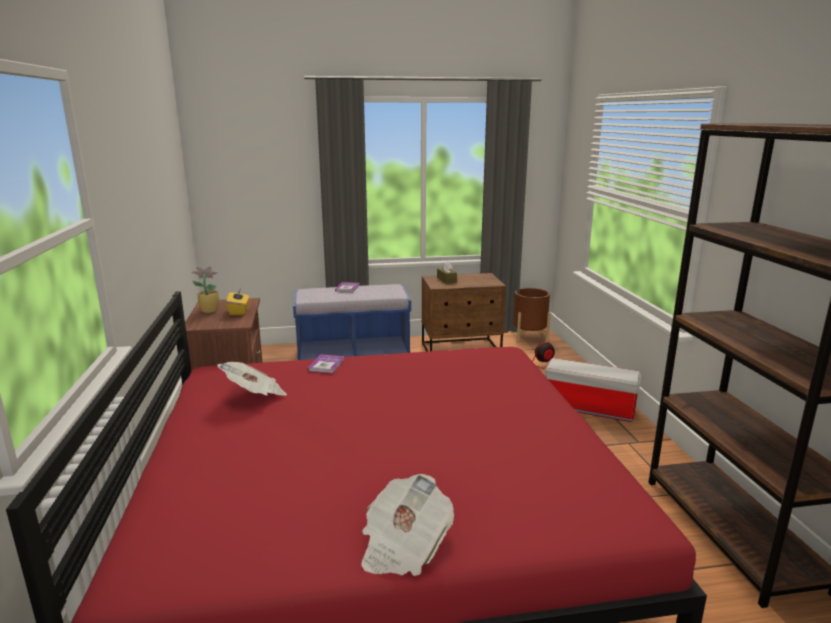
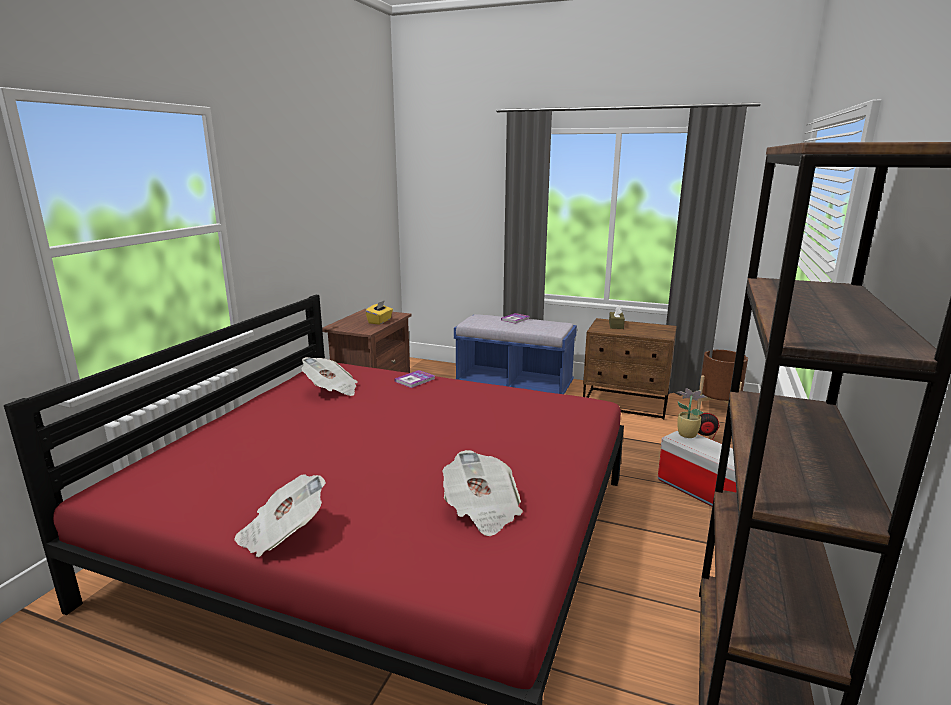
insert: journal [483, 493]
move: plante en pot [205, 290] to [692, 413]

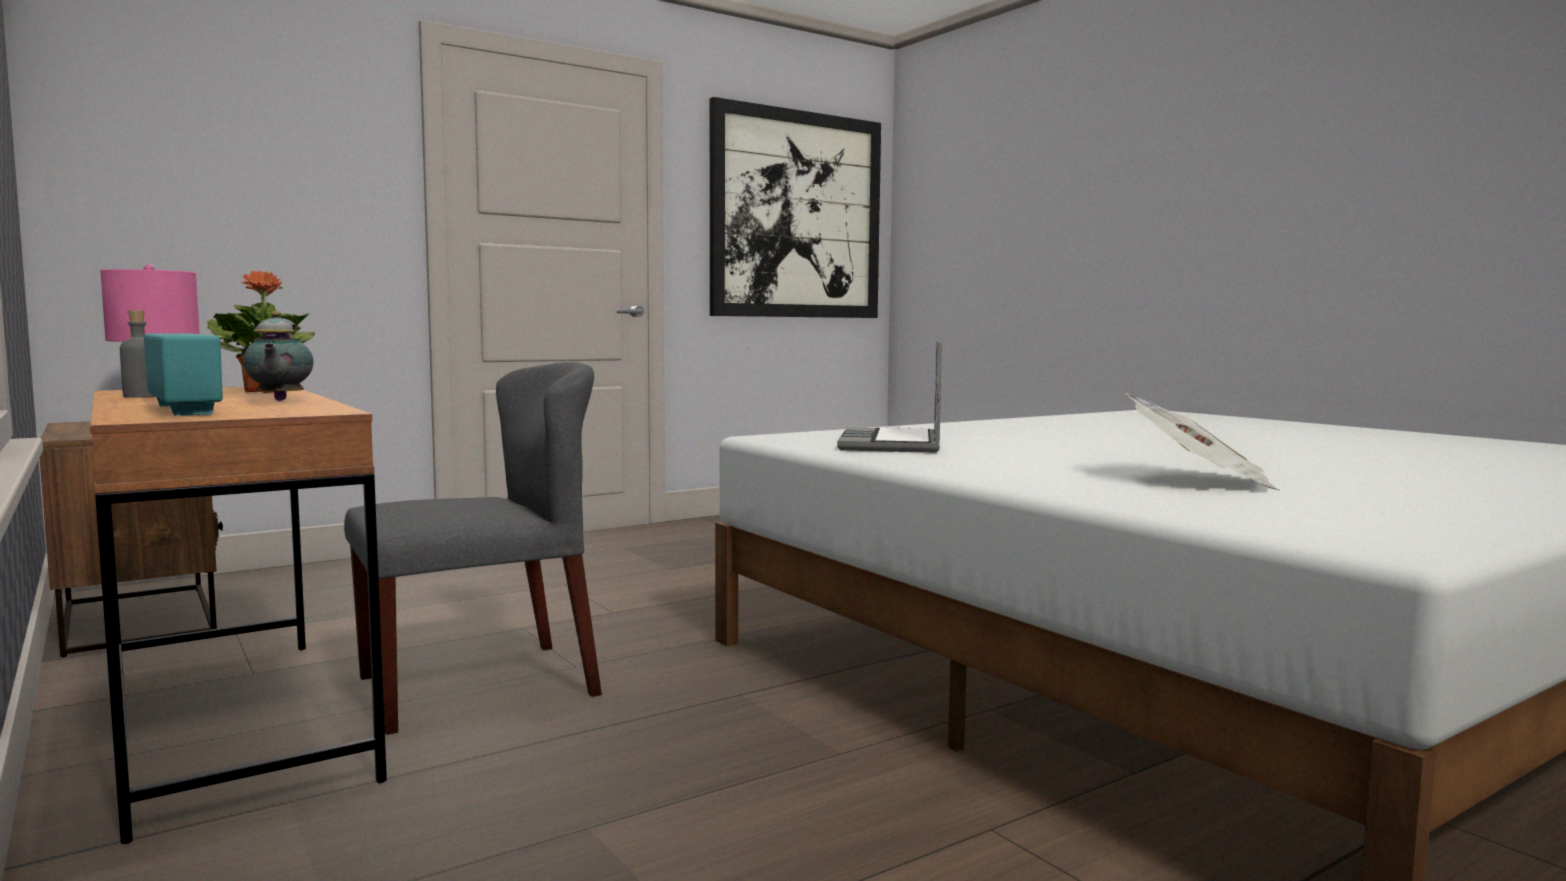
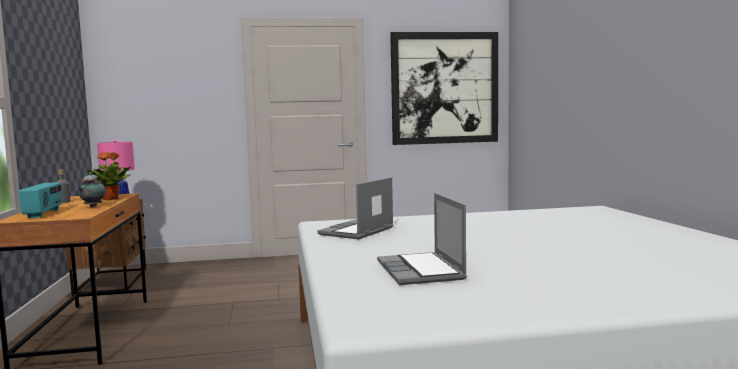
delete: chaise/gris [473, 548]
replace: journal [1203, 442] to ordinateur portable [422, 239]

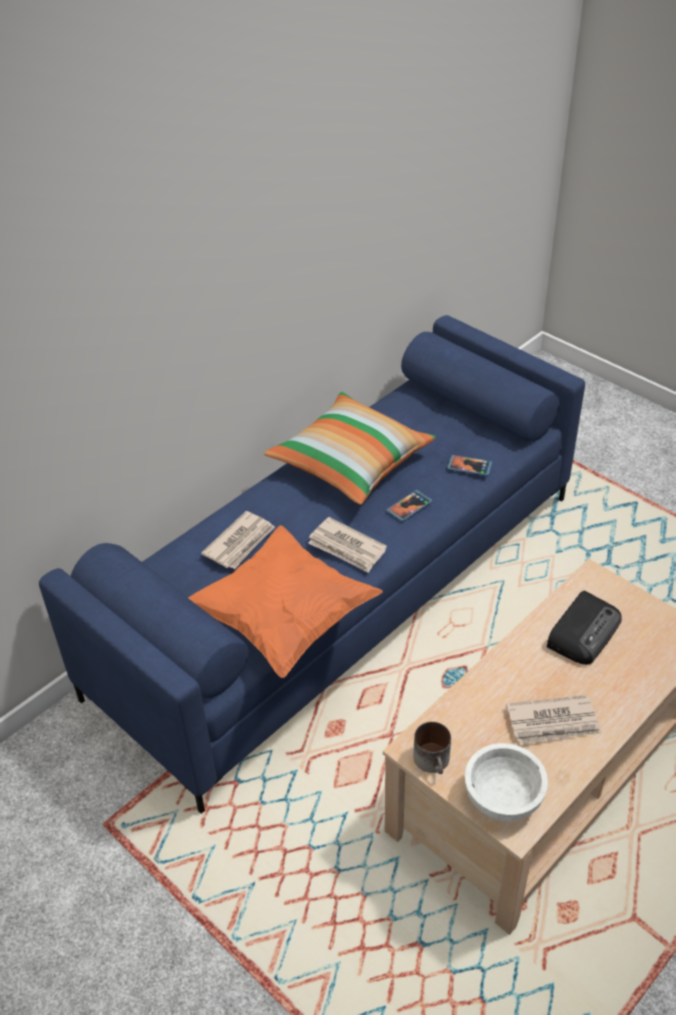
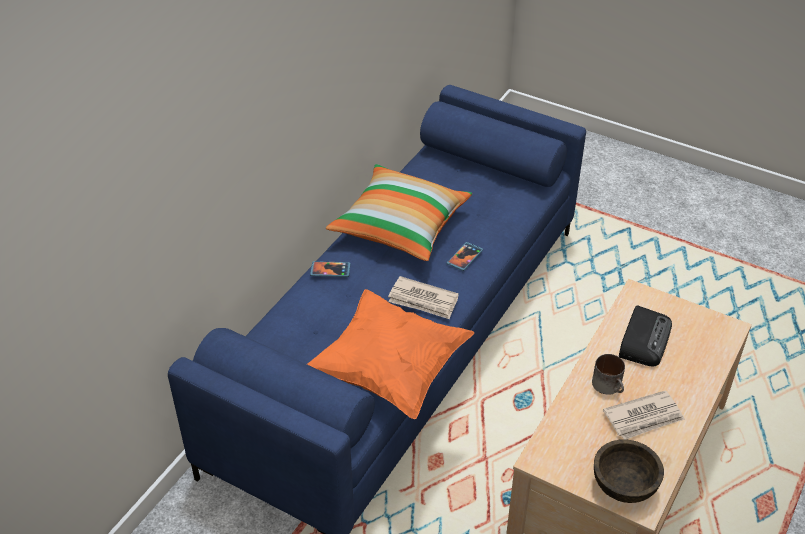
delete: journal [238, 540]
move: mug [432, 748] to [608, 374]; téléphone [469, 465] to [330, 269]
recolor: bol/blanc [506, 782] to bol/marron [629, 471]

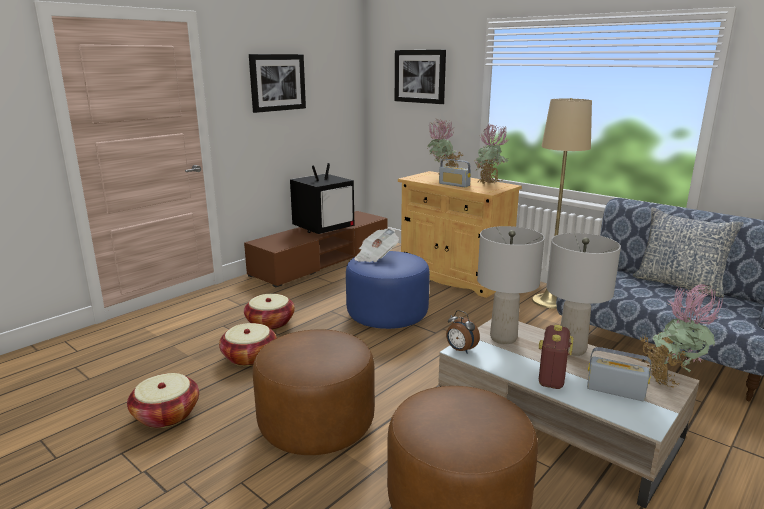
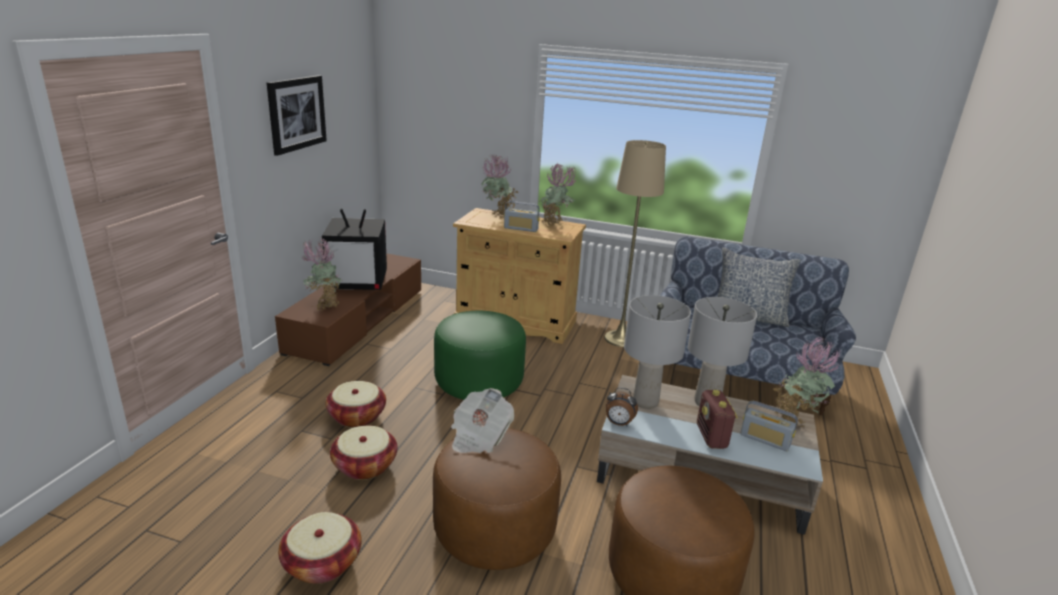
delete: tableau [420, 77]
insert: plante en pot [321, 274]
move: journal [376, 245] to [482, 420]
recolor: pouf/bleu [388, 290] to pouf/vert [480, 355]
rotate: téléviseur [322, 198] = [354, 249] 60 degrees clockwise; radio [619, 374] = [769, 426] 150 degrees counterclockwise

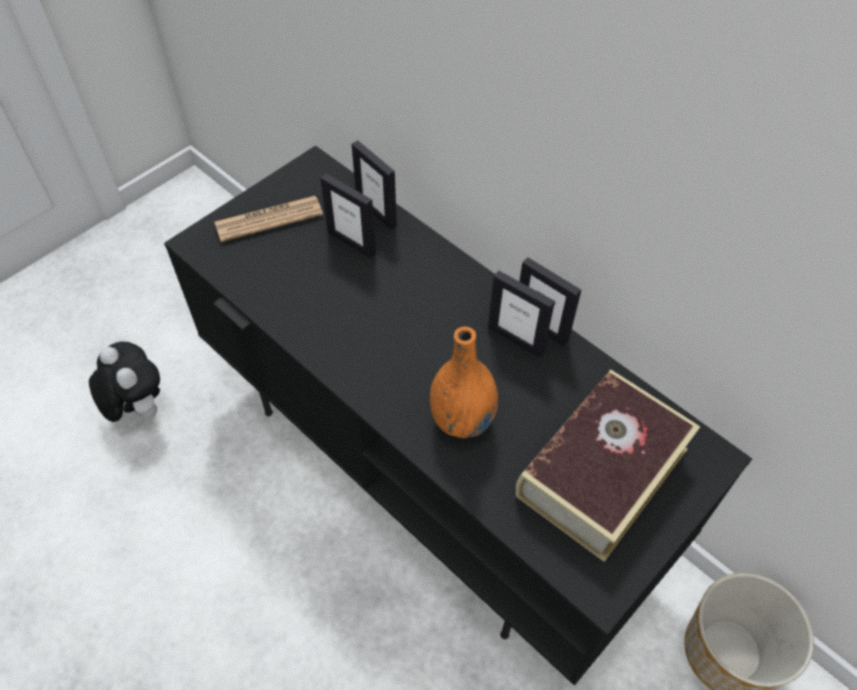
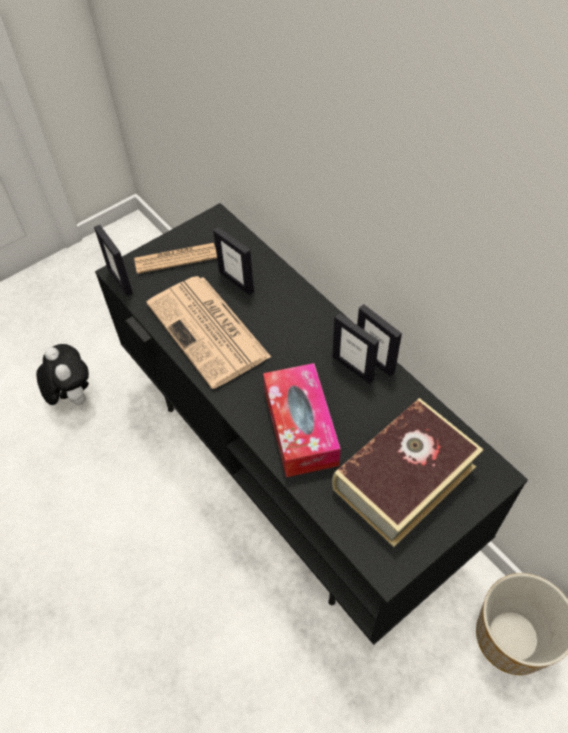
insert: journal [209, 332]
move: cadre photo [374, 185] to [113, 260]
replace: vase/orange [464, 382] to boîte à mouchoirs [302, 420]

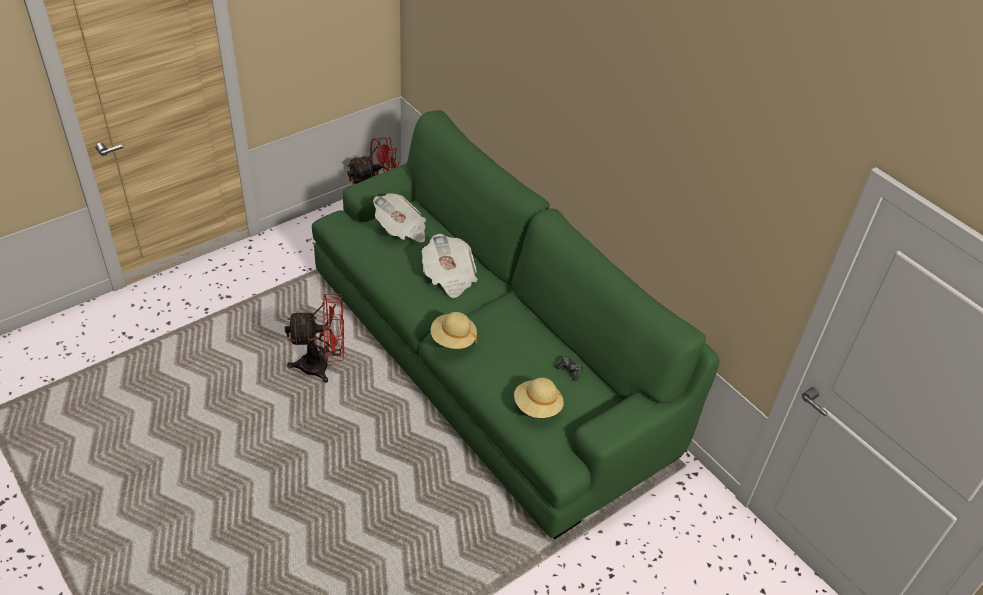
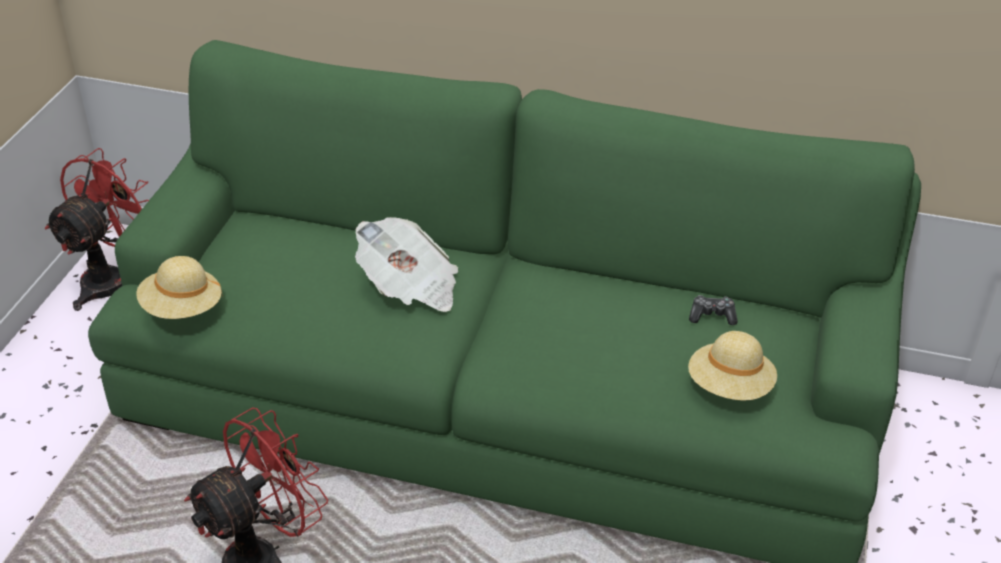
delete: journal [399, 217]
move: chapeau/beige [454, 330] to [179, 287]

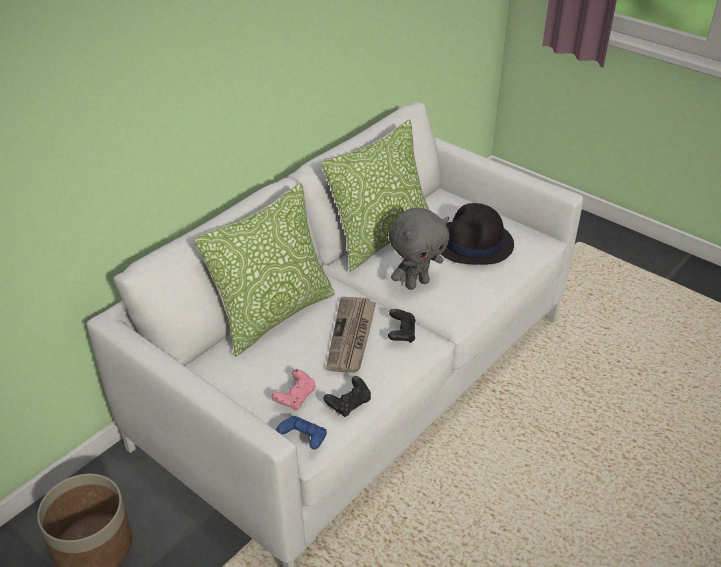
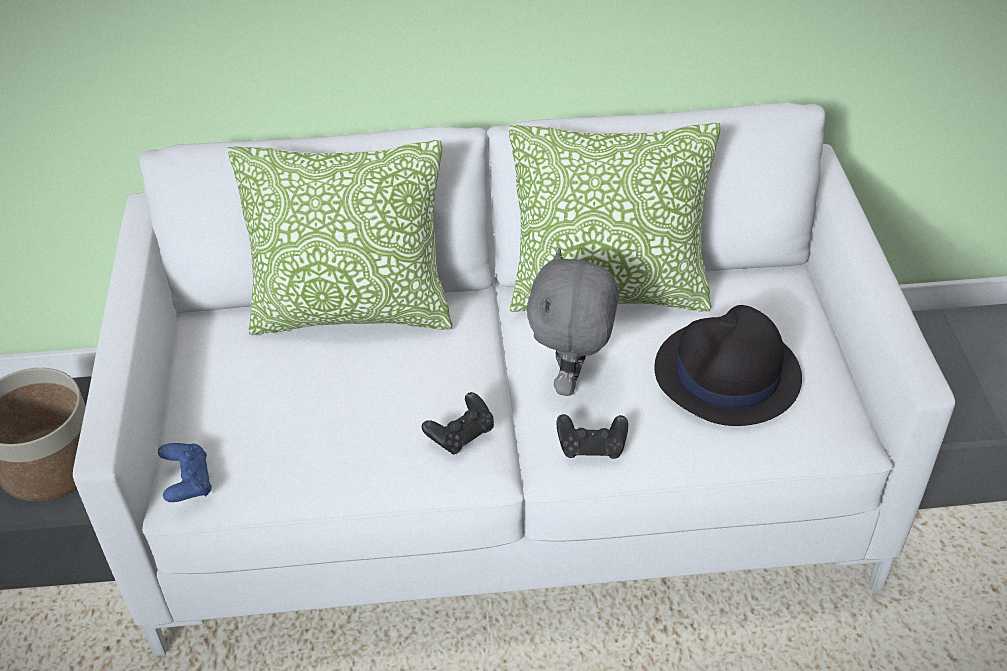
delete: manette/rose [294, 389]; journal [351, 335]
move: manette/noir [347, 396] to [592, 436]
rotate: peluche/gris [419, 249] = [573, 322] 90 degrees clockwise

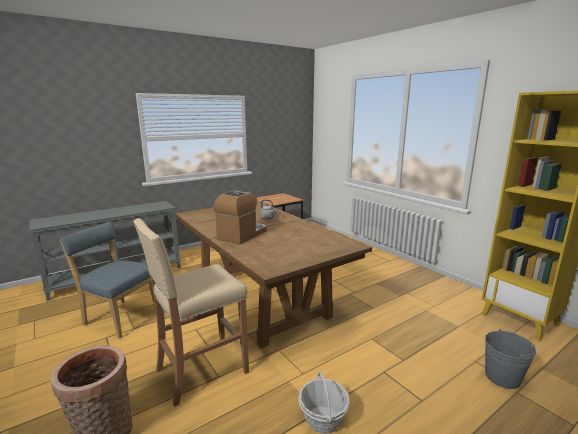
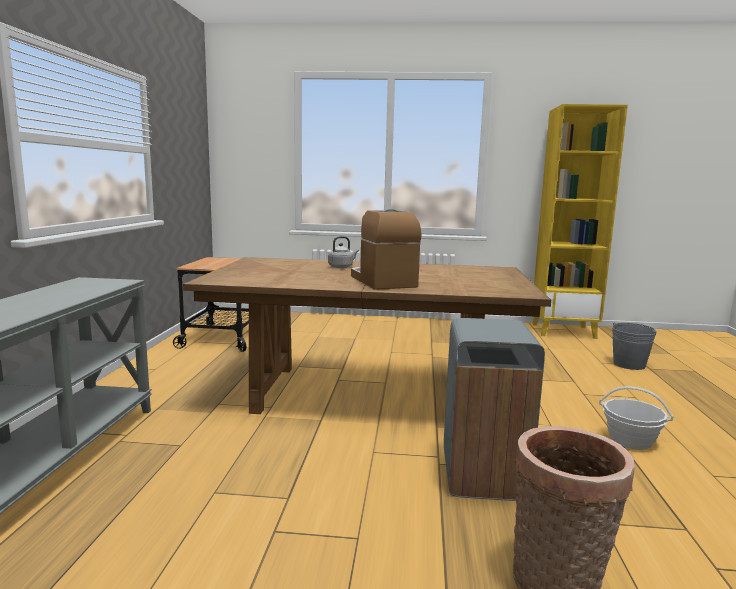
delete: chaise/bleu [108, 280]
replace: tabouret/beige [191, 312] to poubelle/gris [494, 409]

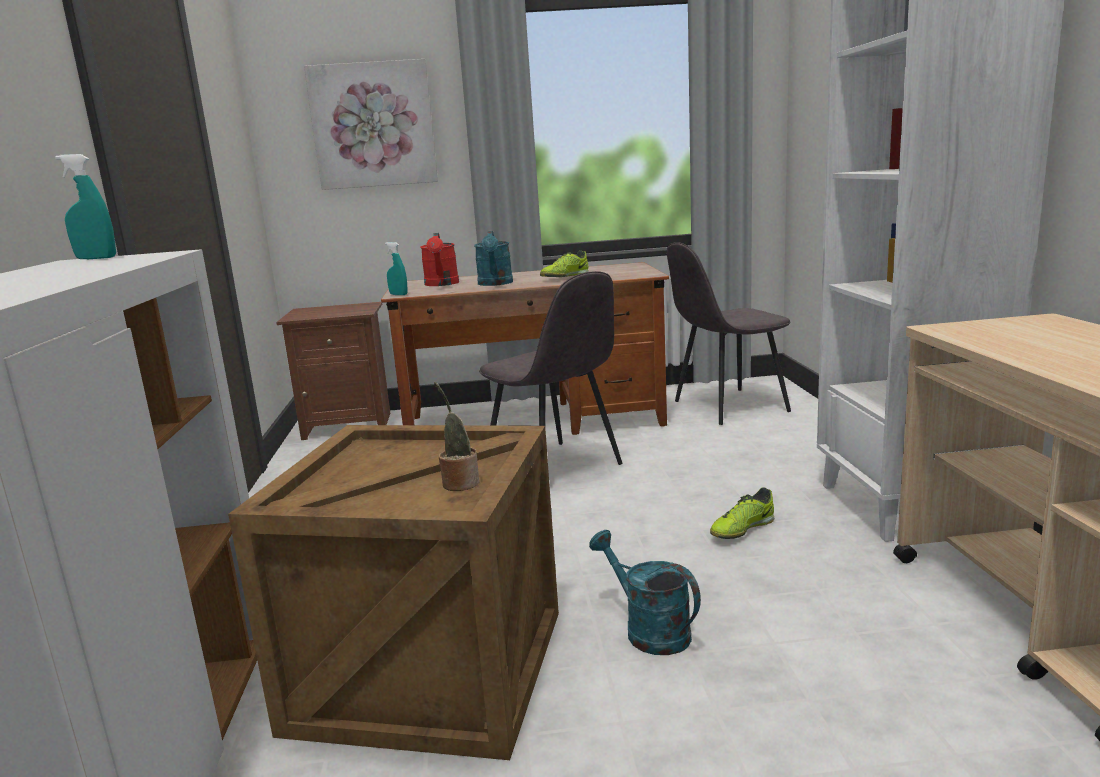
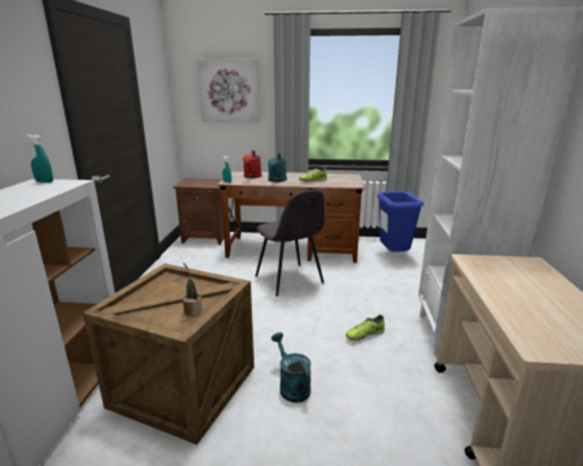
replace: chaise/gris [729, 333] to poubelle/bleu [400, 221]

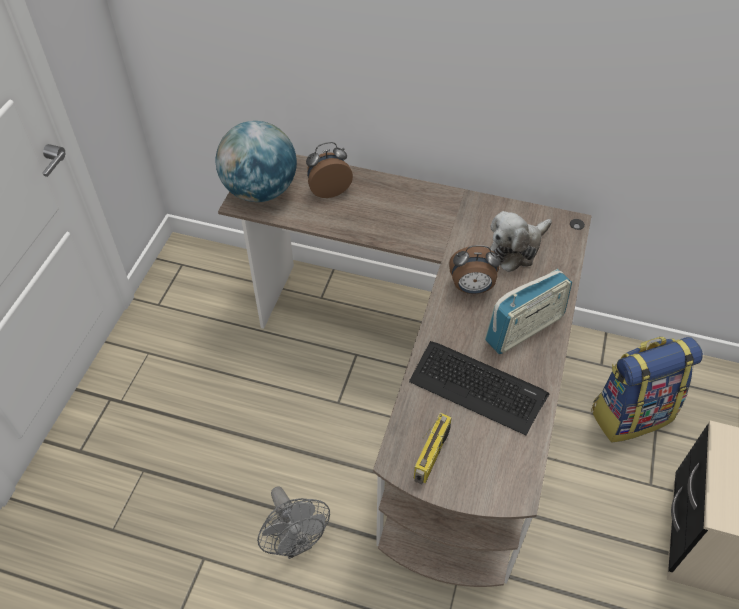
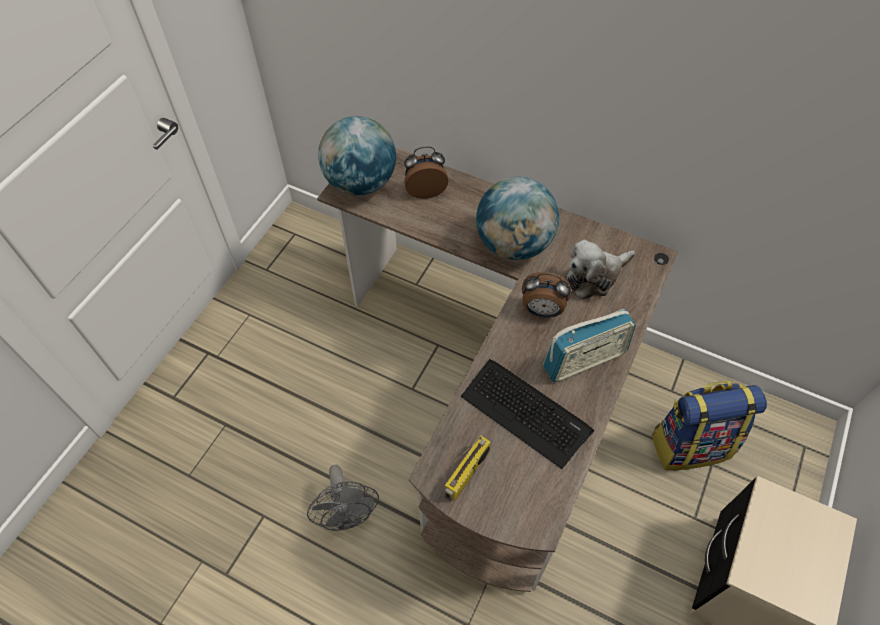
insert: globe [517, 218]

